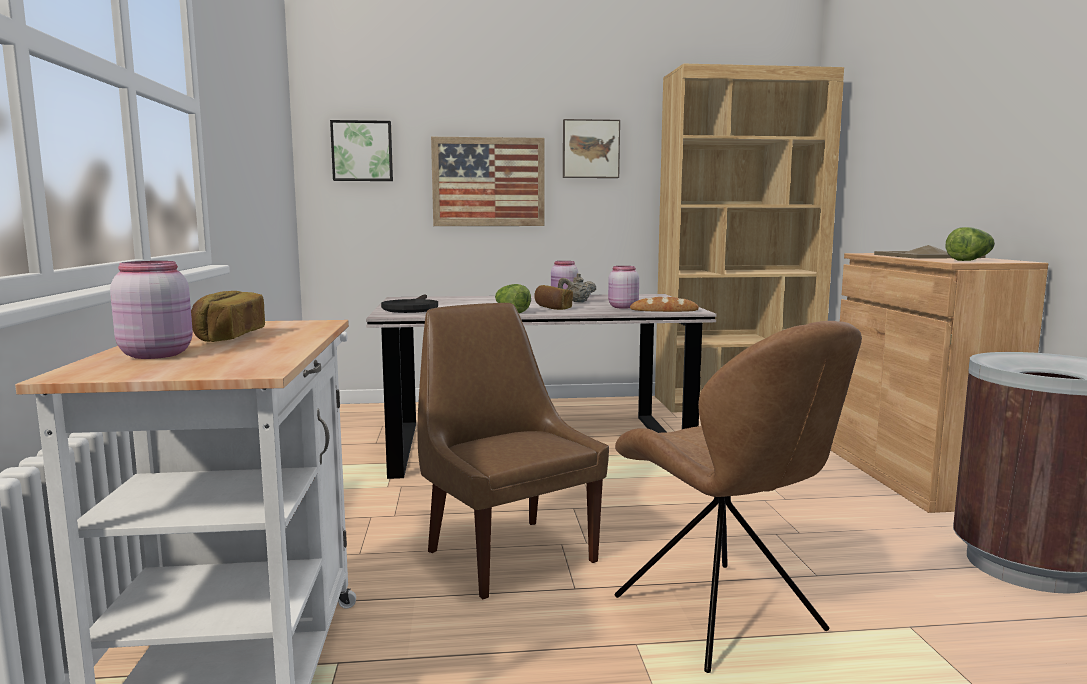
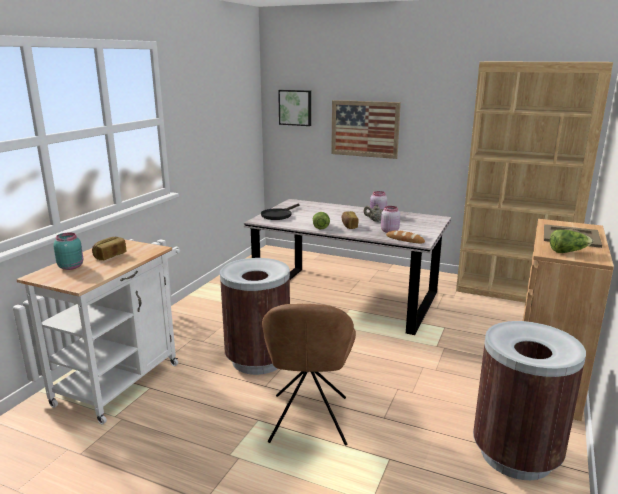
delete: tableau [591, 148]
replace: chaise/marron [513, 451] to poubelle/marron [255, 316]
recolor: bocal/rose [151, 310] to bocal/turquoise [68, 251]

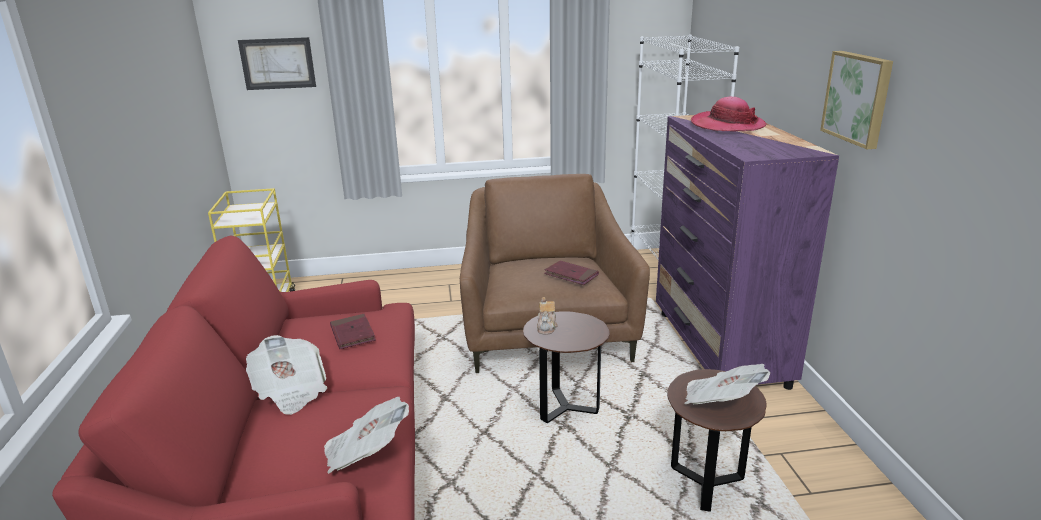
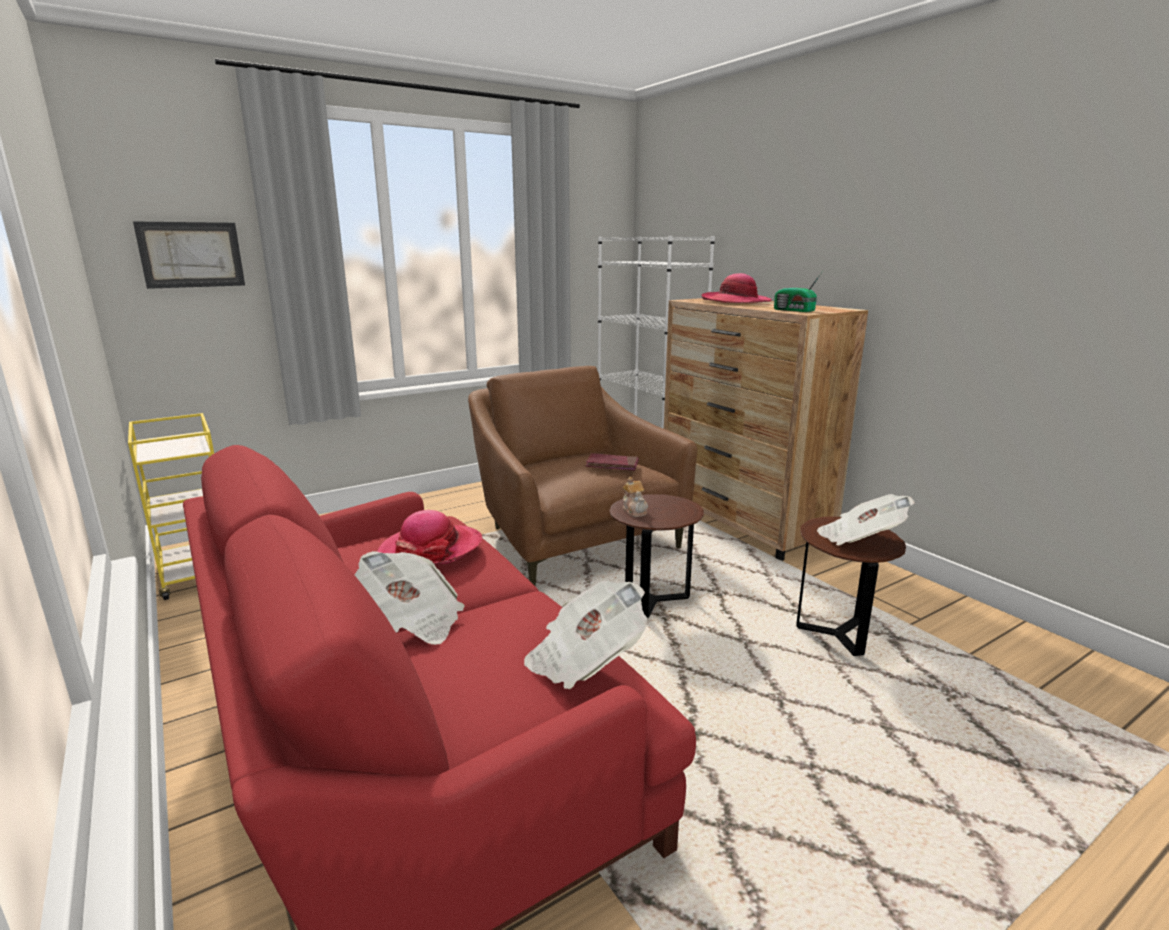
delete: tableau [856, 100]
insert: radio [798, 291]
replace: livre/rouge [353, 331] to chapeau [430, 537]
recolor: commode/violet [747, 252] to commode/marron [766, 429]

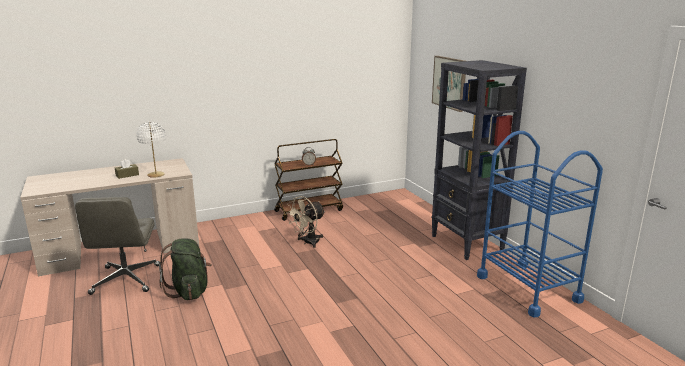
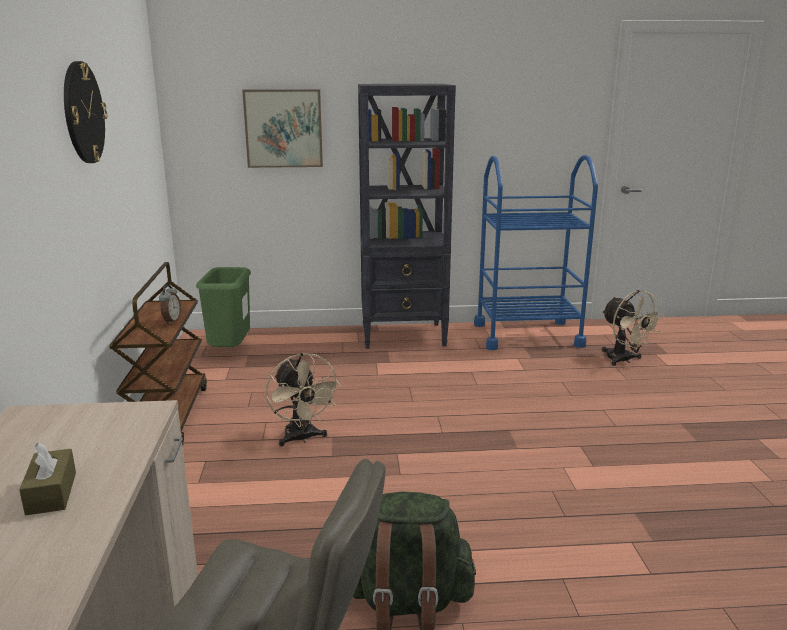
delete: lampe de table/blanc [151, 150]
insert: horloge murale [85, 112]; poubelle/vert [223, 307]; ventilateur/beige [633, 328]

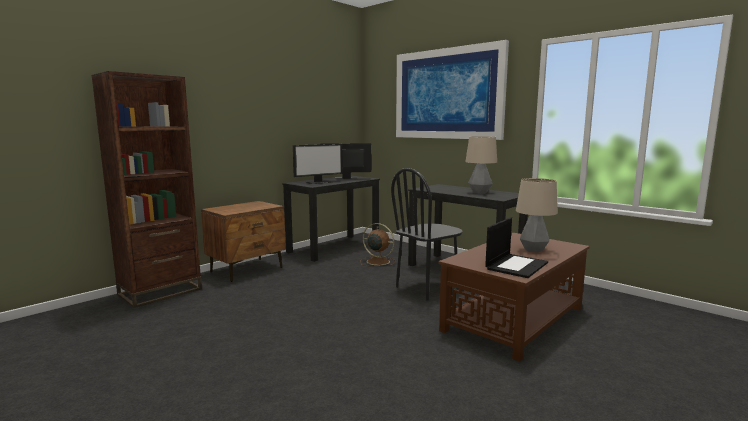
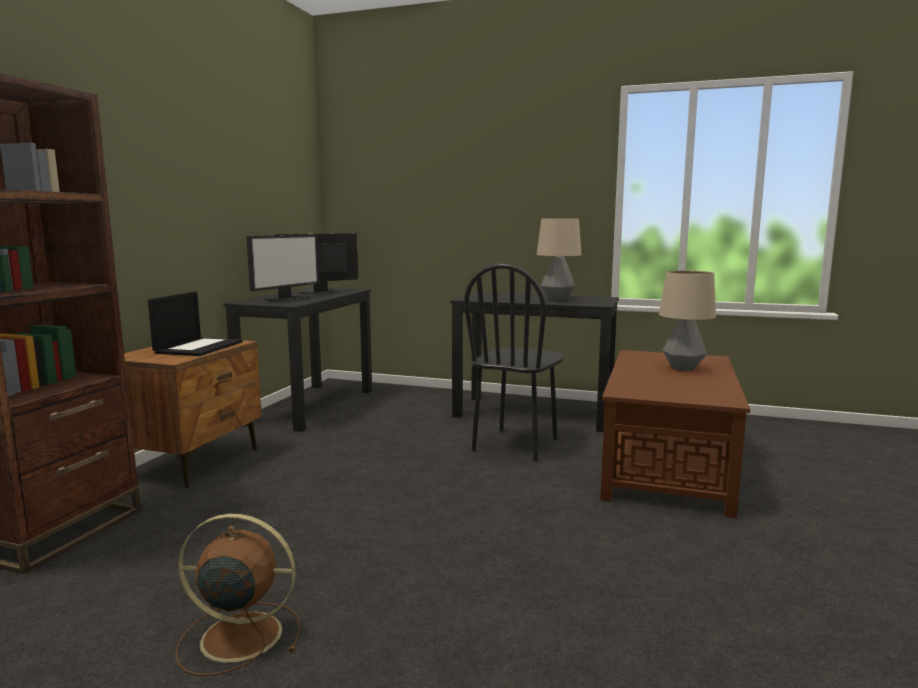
delete: tableau [452, 90]
move: ventilateur/marron [377, 244] to [237, 595]; ordinateur portable [516, 247] to [195, 323]

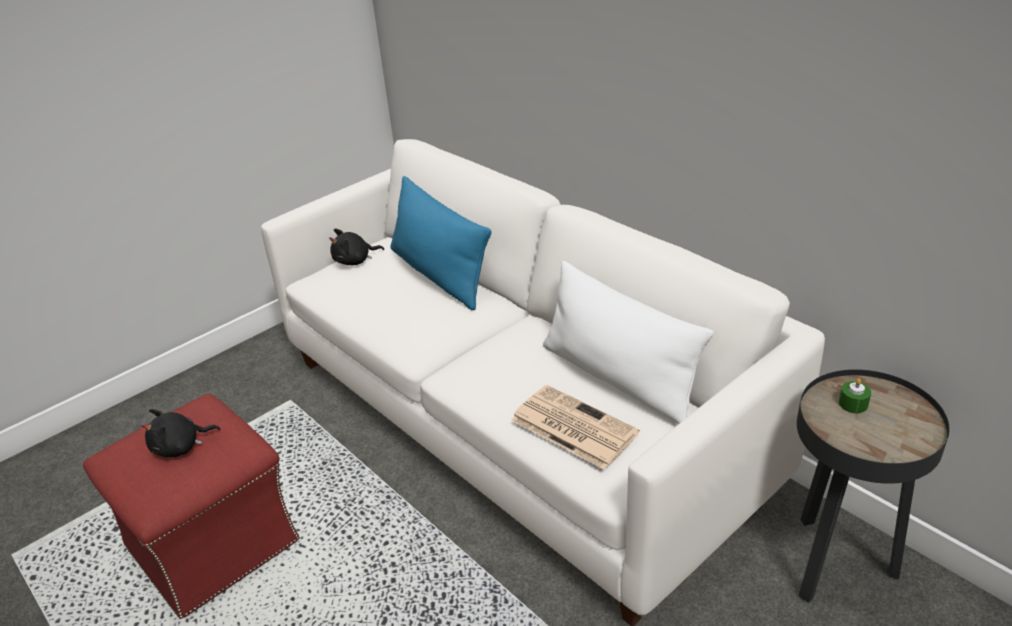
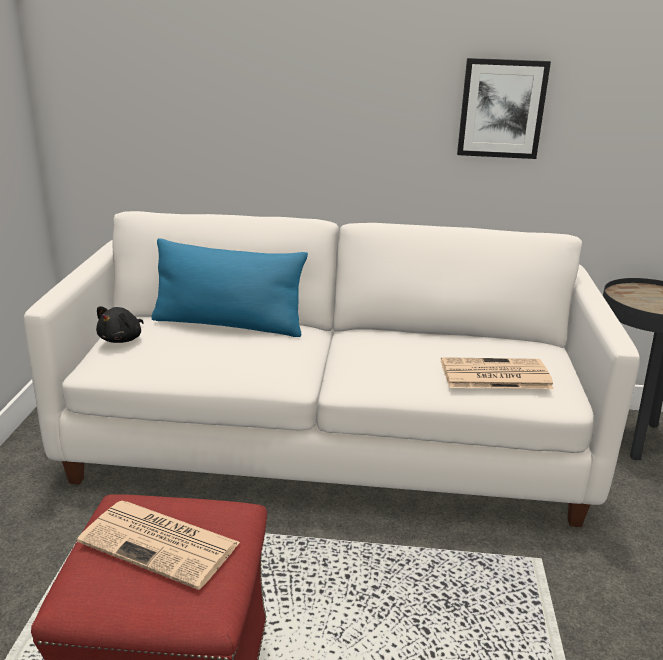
delete: coussin/blanc [628, 342]; bougie/vert [855, 395]
insert: tableau [504, 108]
replace: peluche/noir [180, 433] to journal [158, 545]

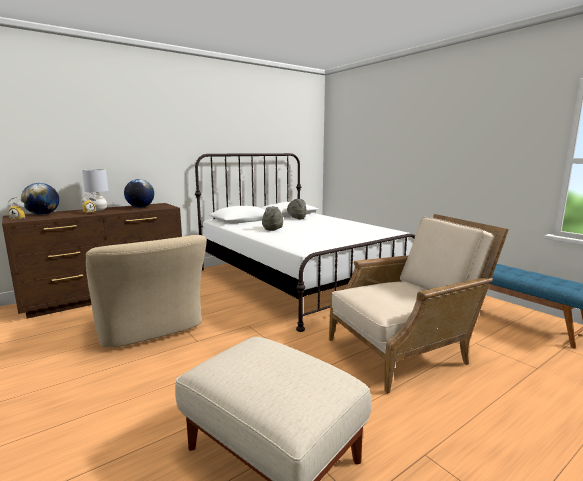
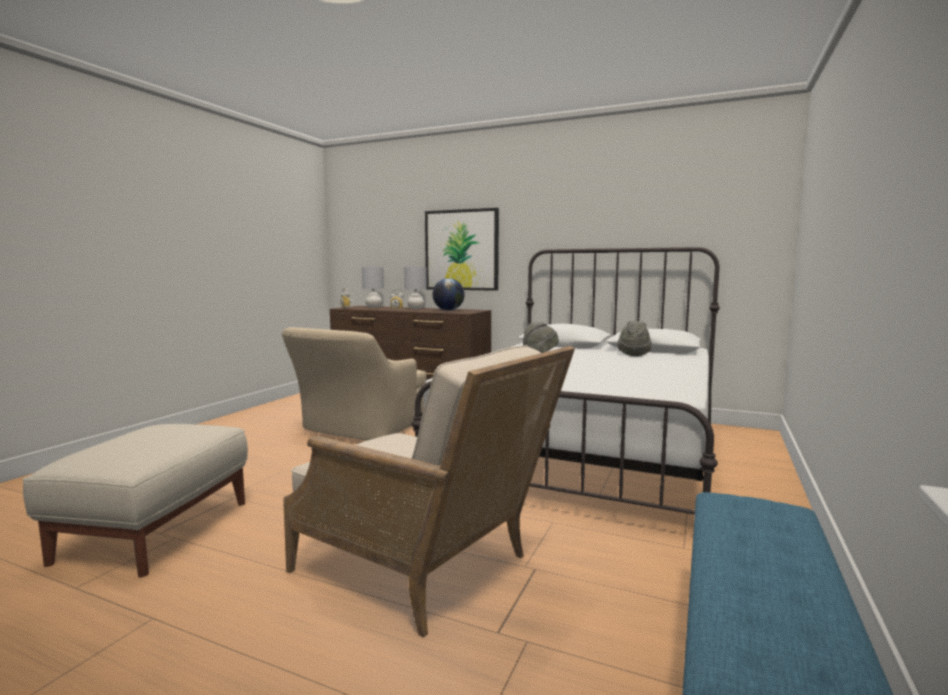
insert: tableau [462, 249]
replace: globe [40, 199] to lampe de table/gris [373, 287]

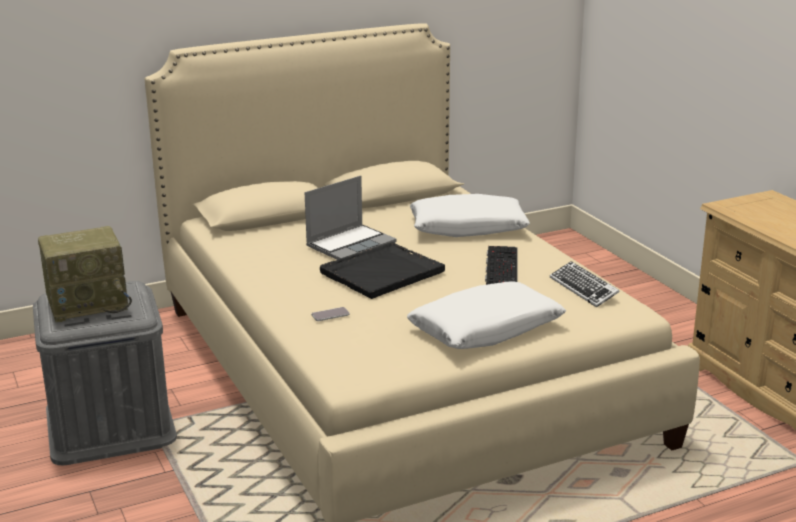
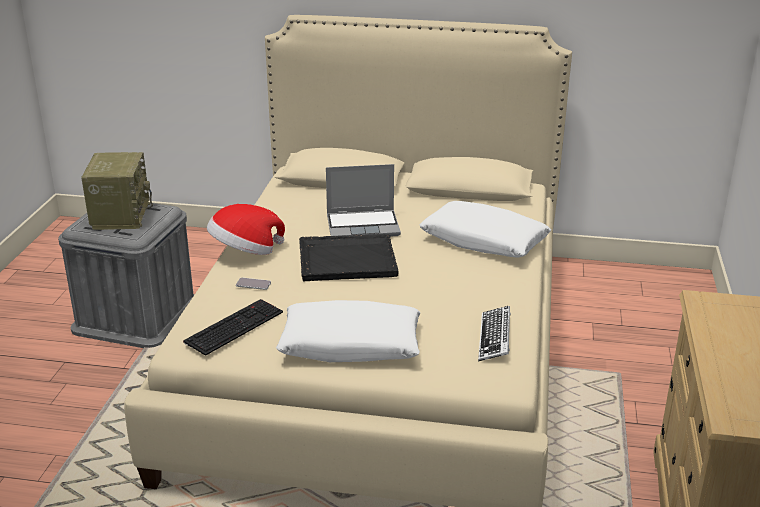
insert: chapeau [246, 229]
move: clavier [501, 265] to [233, 327]
rotate: radio [85, 274] = [117, 191] 105 degrees counterclockwise

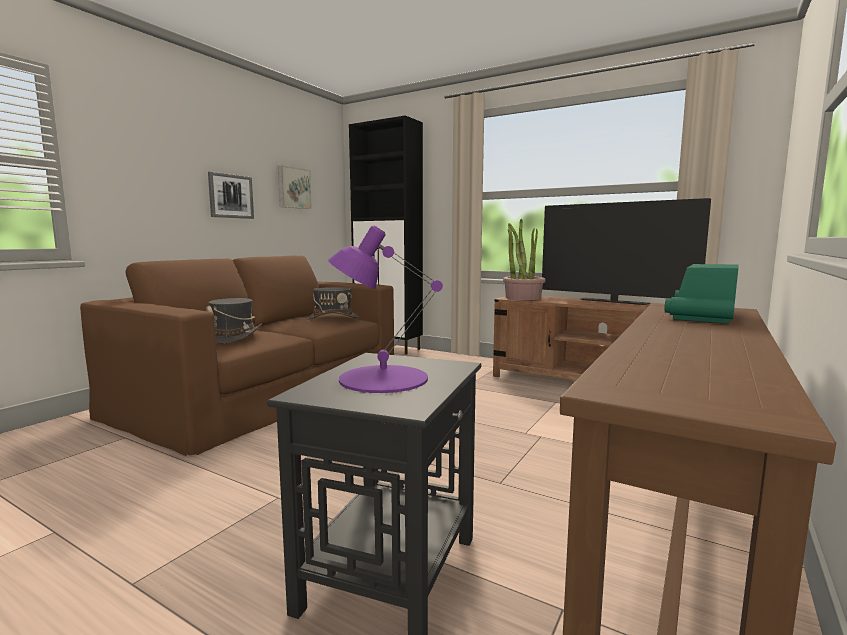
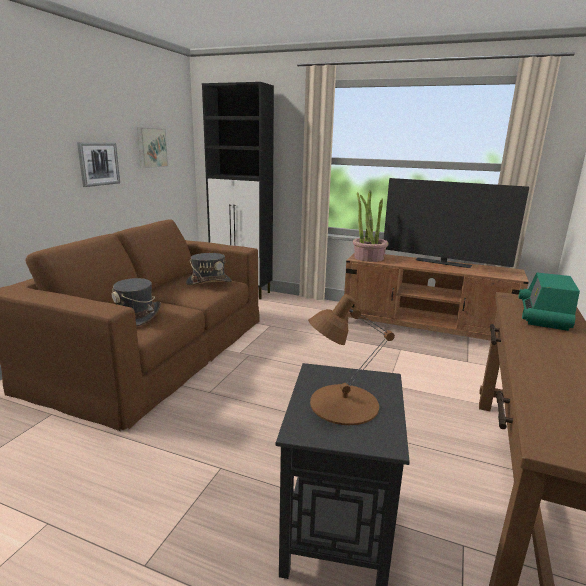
recolor: lampe de table/violet [385, 309] to lampe de table/marron [351, 359]

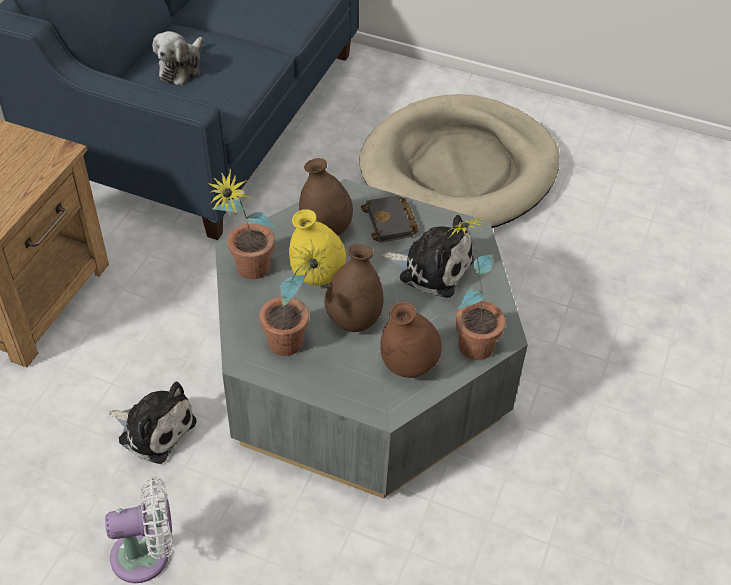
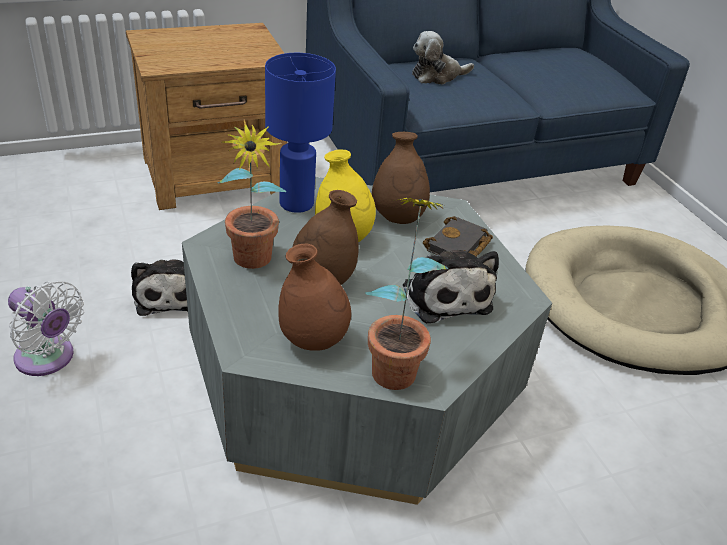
replace: plante en pot [241, 224] to lampe de table/bleu [300, 133]

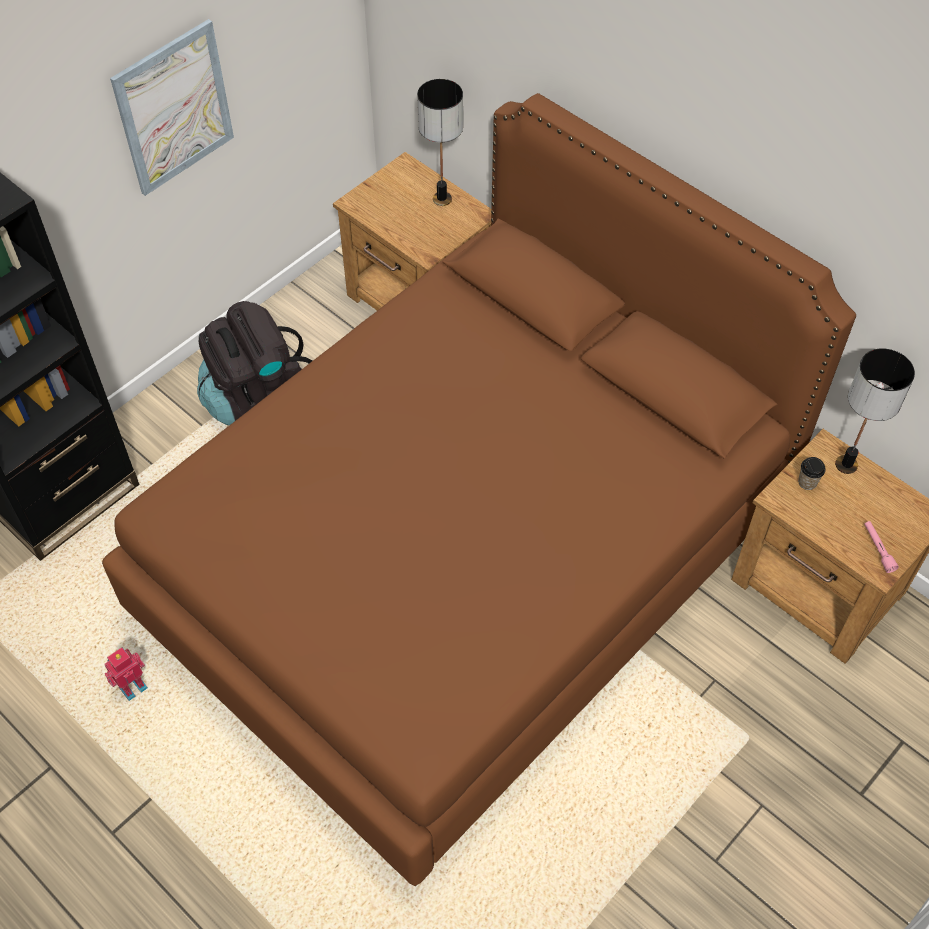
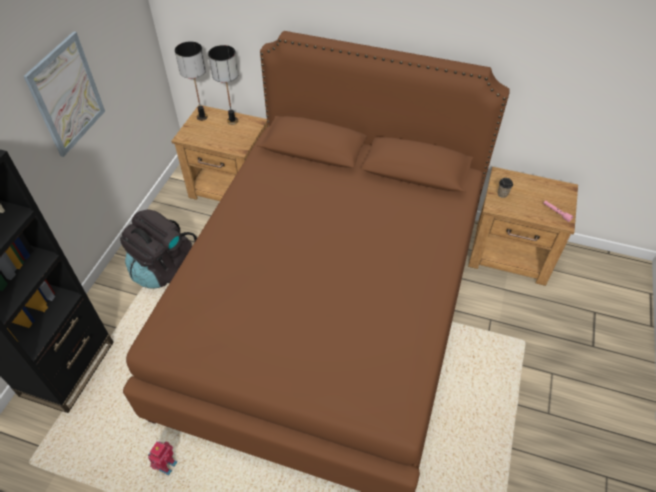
move: lampe de table [875, 411] to [191, 81]

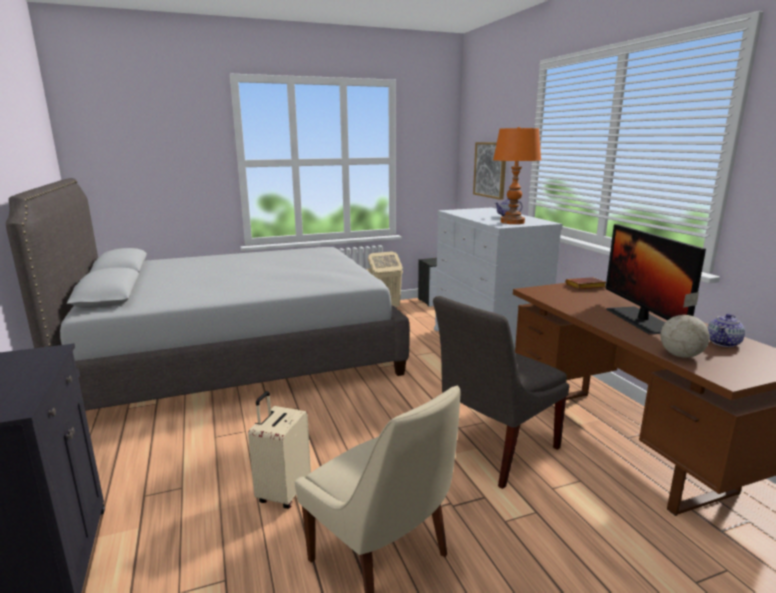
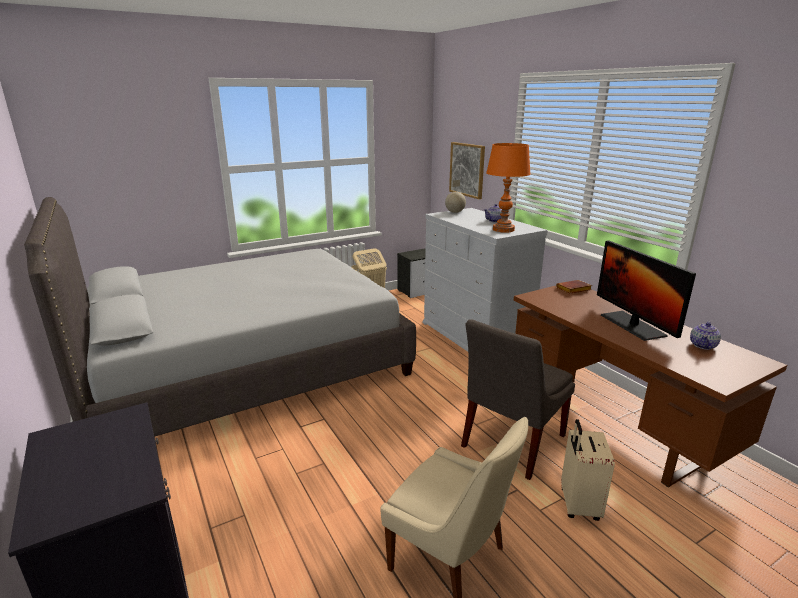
move: valise/beige [279, 450] to [588, 470]; globe [685, 325] to [455, 196]

